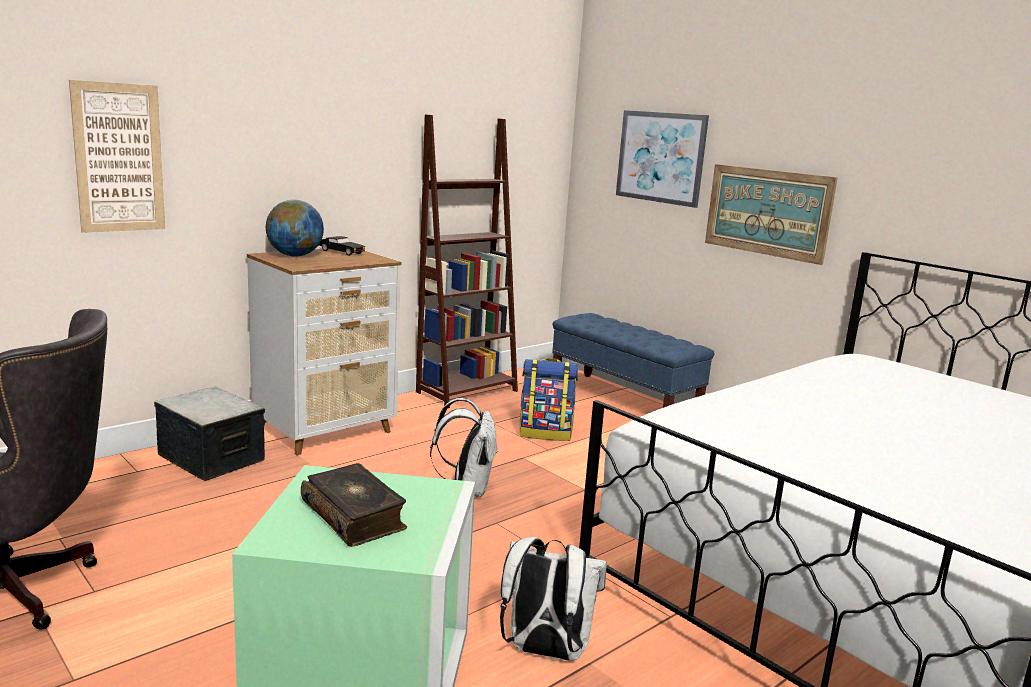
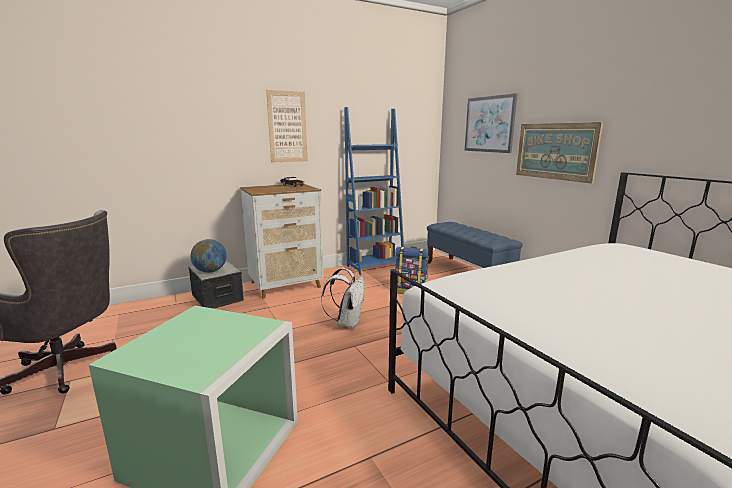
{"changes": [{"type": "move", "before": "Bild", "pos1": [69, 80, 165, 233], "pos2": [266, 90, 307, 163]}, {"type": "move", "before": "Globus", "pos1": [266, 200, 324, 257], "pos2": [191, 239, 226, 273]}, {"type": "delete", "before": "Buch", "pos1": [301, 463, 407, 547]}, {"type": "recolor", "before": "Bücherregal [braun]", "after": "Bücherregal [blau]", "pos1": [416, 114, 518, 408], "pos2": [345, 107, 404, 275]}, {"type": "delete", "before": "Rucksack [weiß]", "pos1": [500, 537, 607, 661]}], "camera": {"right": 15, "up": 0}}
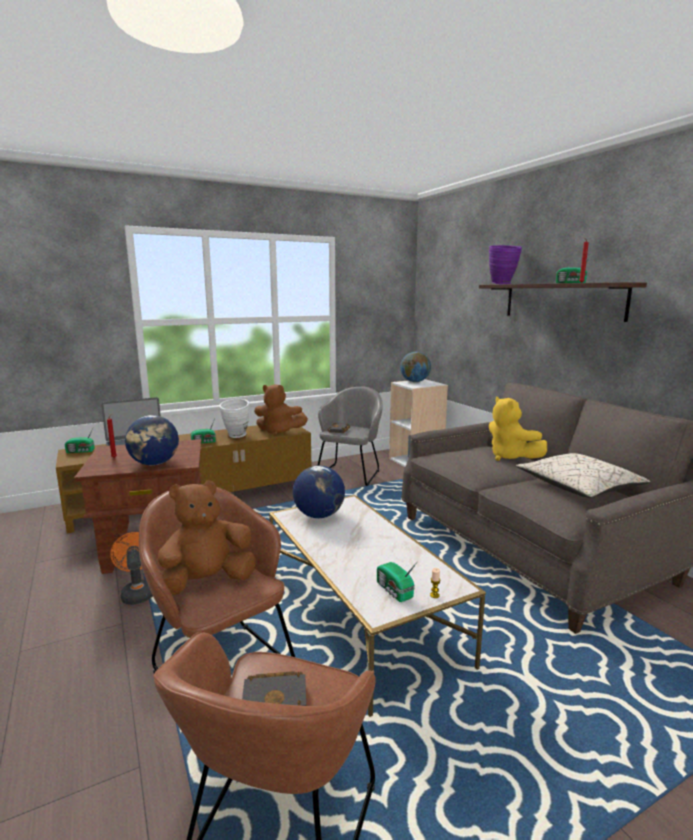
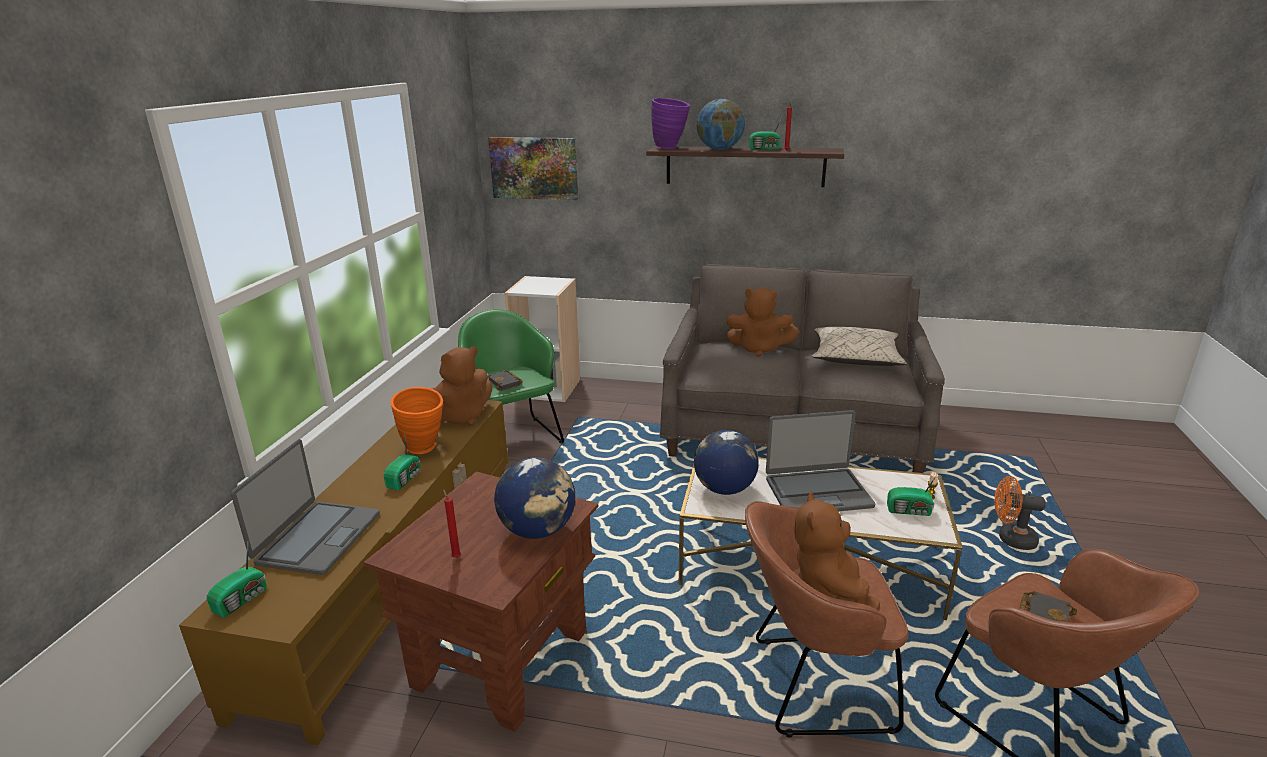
{"changes": [{"type": "move", "before": "Ventilator [orange]", "pos1": [110, 532, 153, 605], "pos2": [995, 476, 1046, 550]}, {"type": "recolor", "before": "Vase [weiß]", "after": "Vase [orange]", "pos1": [219, 399, 249, 438], "pos2": [390, 387, 443, 454]}, {"type": "recolor", "before": "Sessel [grau]", "after": "Sessel [grün]", "pos1": [317, 387, 383, 486], "pos2": [458, 309, 564, 443]}, {"type": "move", "before": "Globus", "pos1": [400, 352, 431, 382], "pos2": [696, 99, 745, 150]}, {"type": "recolor", "before": "Plüschtier [gelb]", "after": "Plüschtier [braun]", "pos1": [489, 397, 547, 461], "pos2": [726, 288, 799, 357]}, {"type": "insert", "after": "Bild", "pos2": [488, 137, 578, 200]}, {"type": "insert", "after": "Laptop", "pos2": [766, 410, 875, 511]}], "camera": {"right": -50, "up": 10}}
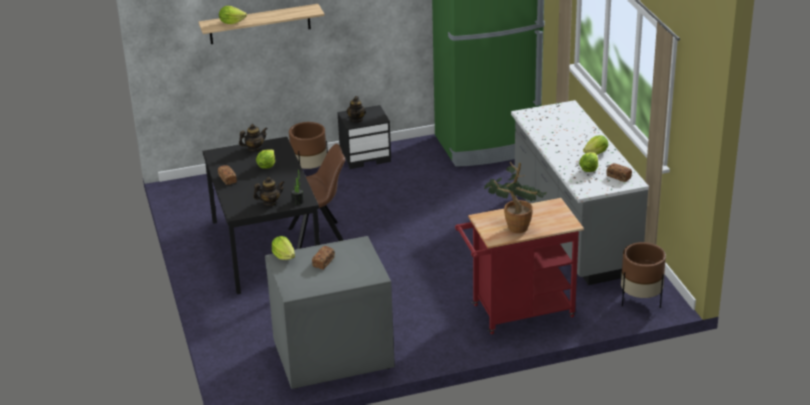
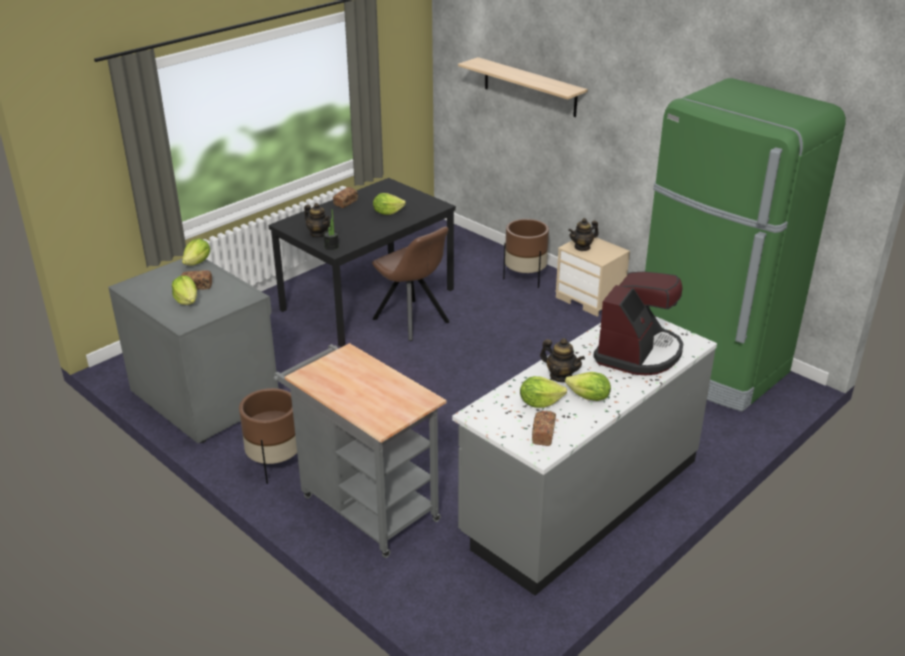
{"changes": [{"type": "move", "before": "Salatkopf", "pos1": [219, 6, 247, 24], "pos2": [172, 275, 197, 305]}, {"type": "move", "before": "Teekanne", "pos1": [239, 124, 268, 152], "pos2": [540, 338, 585, 382]}, {"type": "recolor", "before": "Nachttisch [schwarz]", "after": "Nachttisch [beige]", "pos1": [337, 105, 391, 169], "pos2": [556, 237, 630, 317]}, {"type": "recolor", "before": "Rollwagen [rot]", "after": "Rollwagen [grau]", "pos1": [455, 198, 584, 334], "pos2": [273, 343, 447, 558]}, {"type": "delete", "before": "Topfpflanze", "pos1": [484, 162, 547, 233]}, {"type": "move", "before": "Pflanzkübel [braun]", "pos1": [621, 242, 666, 308], "pos2": [239, 388, 297, 484]}, {"type": "insert", "after": "Kaffeemaschine", "pos2": [593, 271, 684, 375]}], "camera": {"right": 60, "up": 0}}
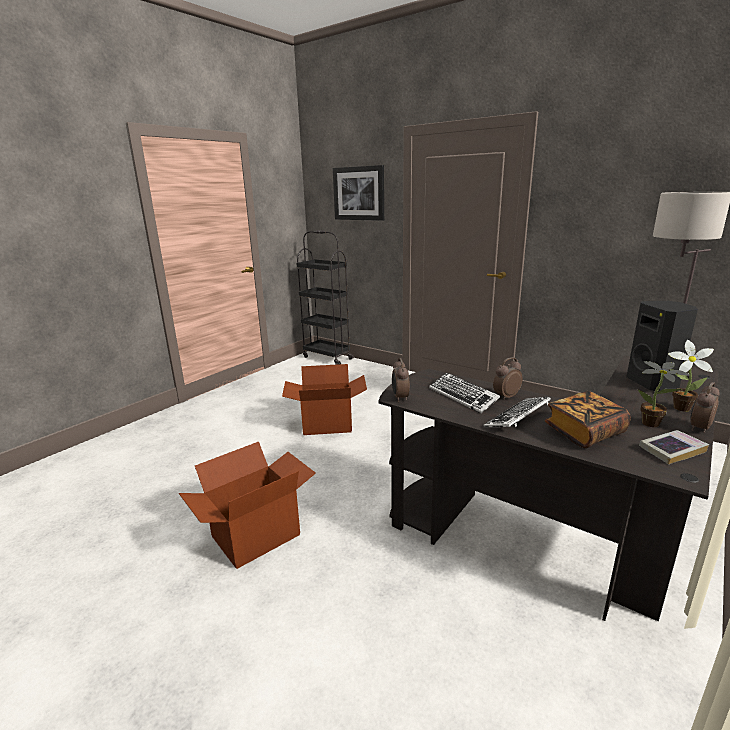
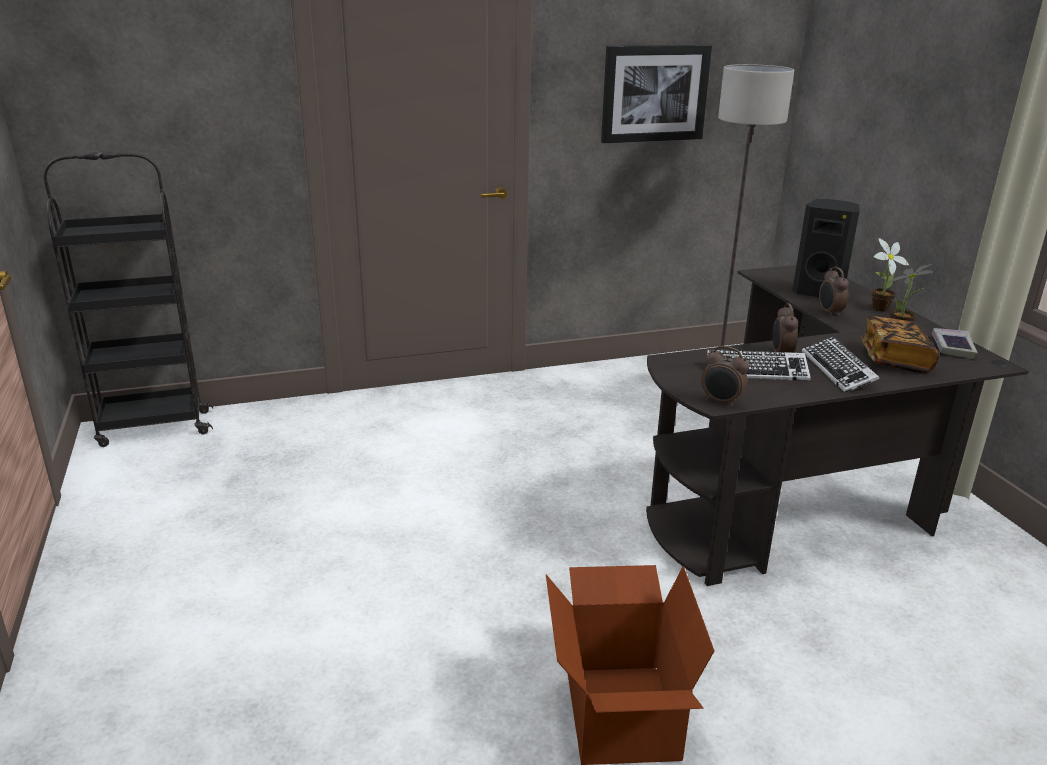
{"changes": [{"type": "delete", "before": "Karton", "pos1": [282, 364, 367, 435]}, {"type": "move", "before": "Bild", "pos1": [333, 165, 384, 221], "pos2": [601, 45, 712, 143]}, {"type": "move", "before": "Wecker", "pos1": [690, 382, 720, 433], "pos2": [819, 267, 849, 317]}], "camera": {"right": -55, "up": 5}}
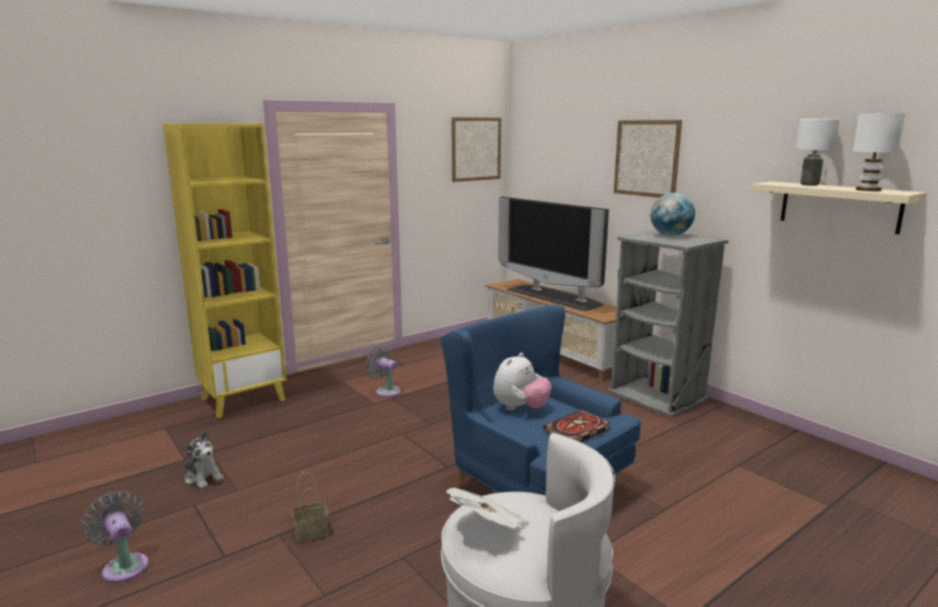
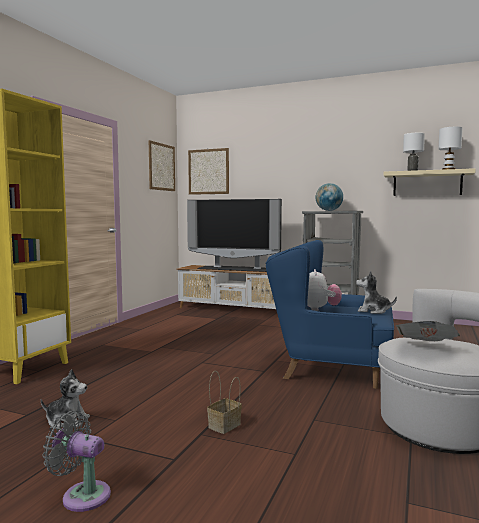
{"changes": [{"type": "delete", "before": "Ventilator [grau]", "pos1": [366, 346, 401, 397]}, {"type": "replace", "before": "Buch", "after": "Plüschtier", "pos1": [543, 410, 611, 442], "pos2": [356, 271, 397, 314]}, {"type": "move", "before": "Bild", "pos1": [614, 118, 682, 198], "pos2": [188, 148, 229, 195]}], "camera": {"right": -30, "up": -10}}
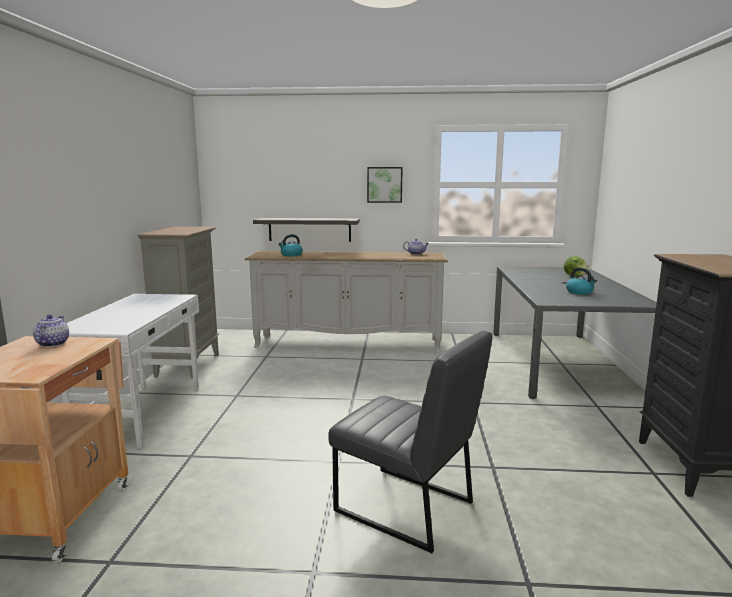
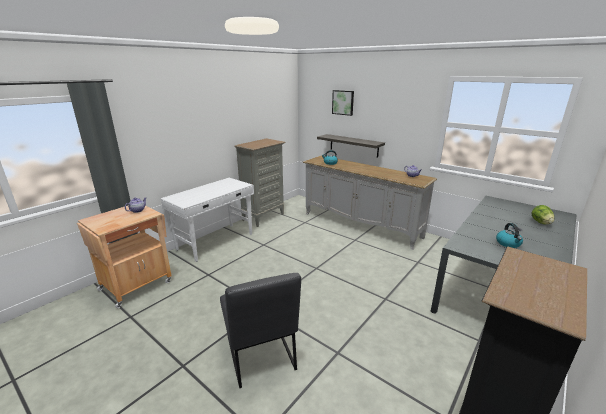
{"changes": [{"type": "move", "before": "Bild", "pos1": [367, 167, 403, 203], "pos2": [332, 90, 354, 116]}], "camera": {"right": 35, "up": 10}}
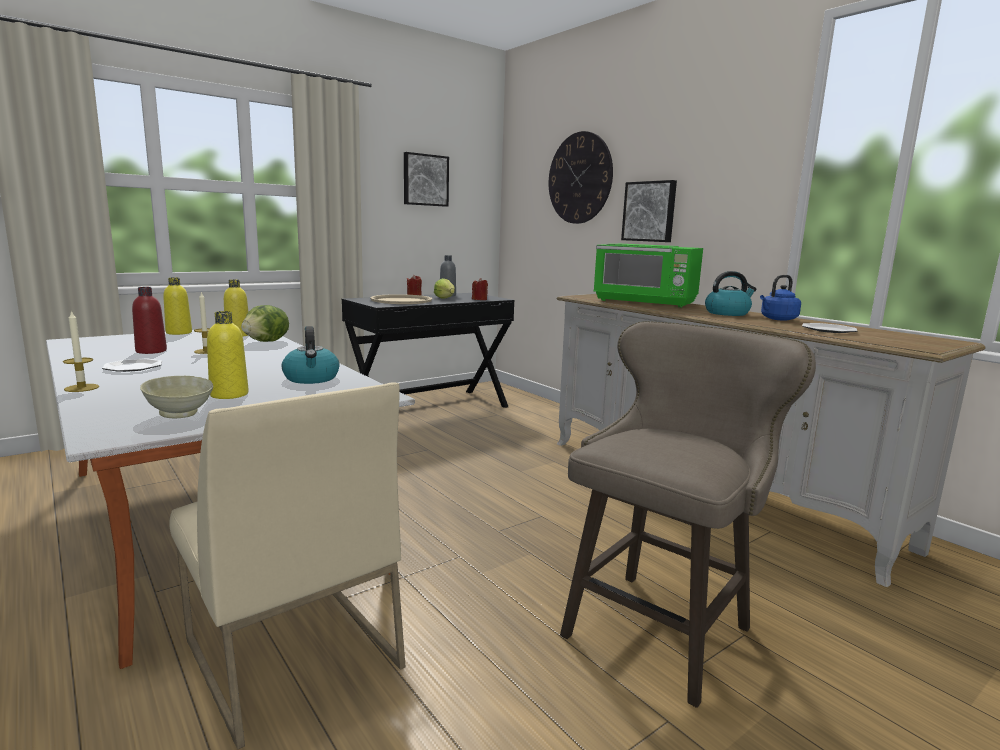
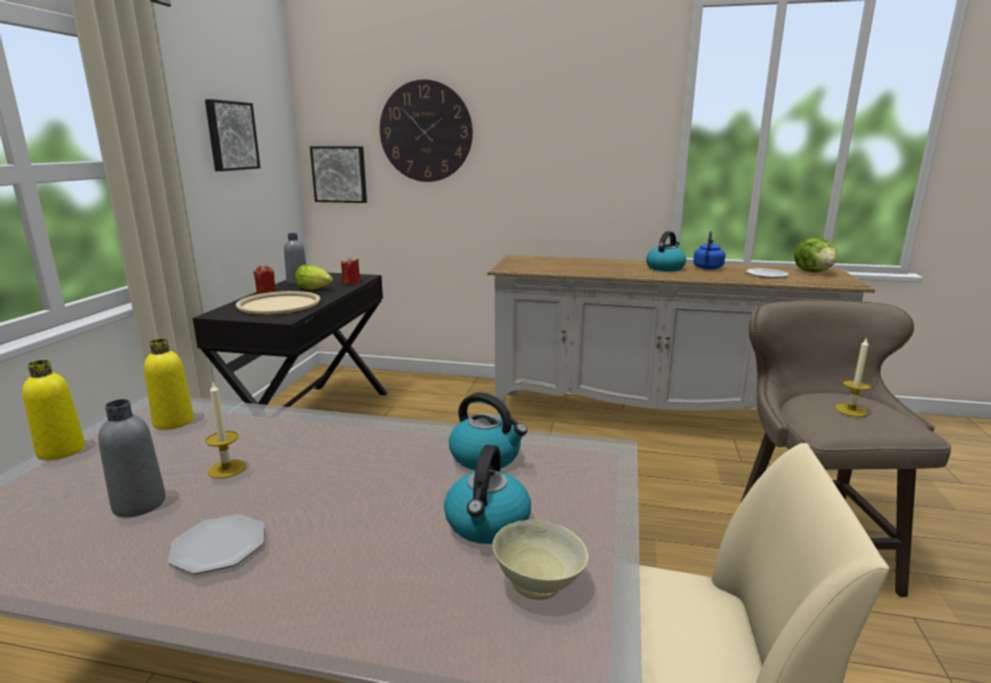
{"changes": [{"type": "move", "before": "Kerze", "pos1": [63, 310, 99, 392], "pos2": [835, 337, 871, 417]}, {"type": "recolor", "before": "Flasche [rot]", "after": "Flasche [grau]", "pos1": [132, 287, 167, 354], "pos2": [98, 399, 166, 517]}, {"type": "replace", "before": "Flasche [gelb]", "after": "Wasserkessel", "pos1": [207, 311, 249, 399], "pos2": [444, 444, 531, 544]}, {"type": "move", "before": "Salatkopf", "pos1": [241, 305, 289, 342], "pos2": [794, 238, 837, 273]}, {"type": "delete", "before": "Mikrowelle [grün]", "pos1": [594, 244, 703, 307]}, {"type": "move", "before": "Bild", "pos1": [621, 180, 677, 242], "pos2": [310, 146, 367, 203]}], "camera": {"right": -40, "up": 5}}
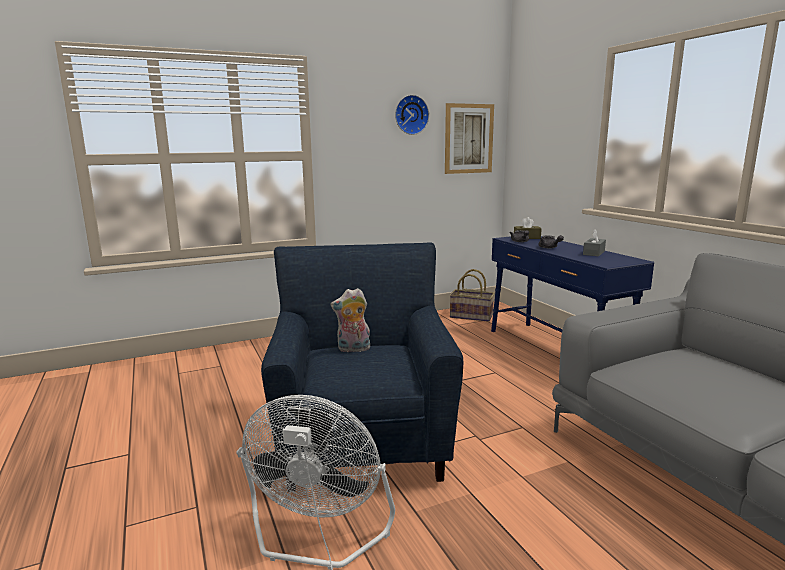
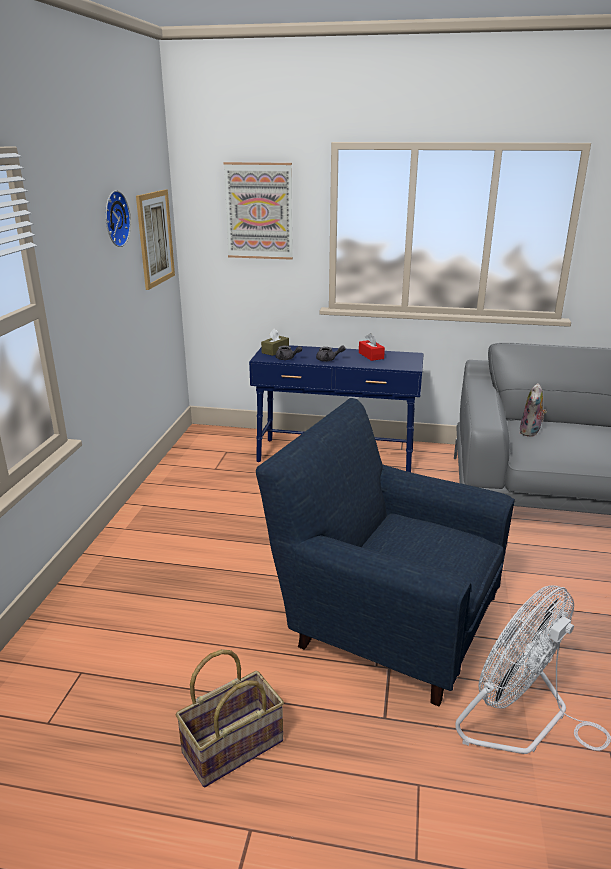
{"changes": [{"type": "move", "before": "Plüschtier", "pos1": [331, 288, 370, 352], "pos2": [519, 383, 547, 437]}, {"type": "move", "before": "Korb", "pos1": [450, 269, 494, 322], "pos2": [176, 649, 284, 787]}, {"type": "recolor", "before": "Taschentuchbox [grau]", "after": "Taschentuchbox [rot]", "pos1": [583, 229, 606, 257], "pos2": [359, 333, 385, 361]}, {"type": "insert", "after": "Bild", "pos2": [223, 162, 293, 260]}], "camera": {"right": -55, "up": 10}}
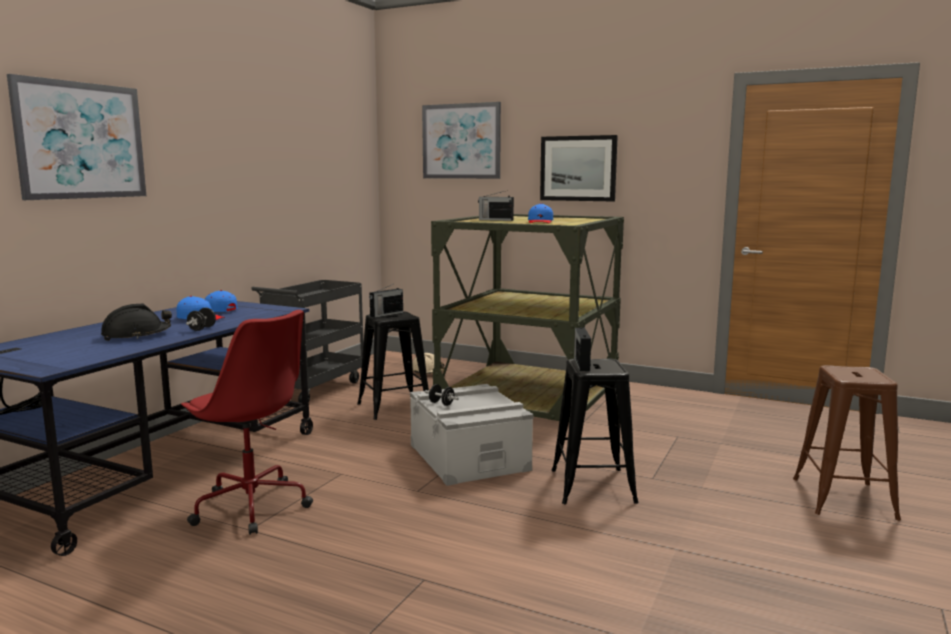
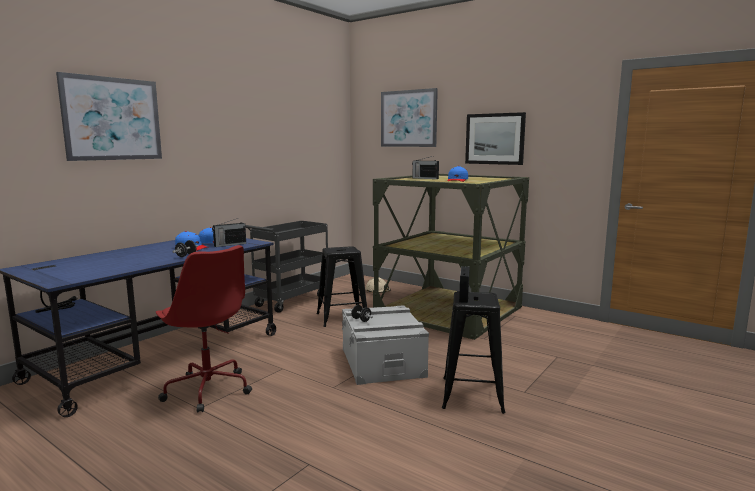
{"changes": [{"type": "delete", "before": "Schutzhelm [schwarz]", "pos1": [101, 304, 172, 341]}, {"type": "move", "before": "Radio", "pos1": [369, 284, 403, 318], "pos2": [212, 218, 246, 247]}, {"type": "delete", "before": "Hocker [braun]", "pos1": [793, 365, 901, 521]}], "camera": {"right": 10, "up": 0}}
